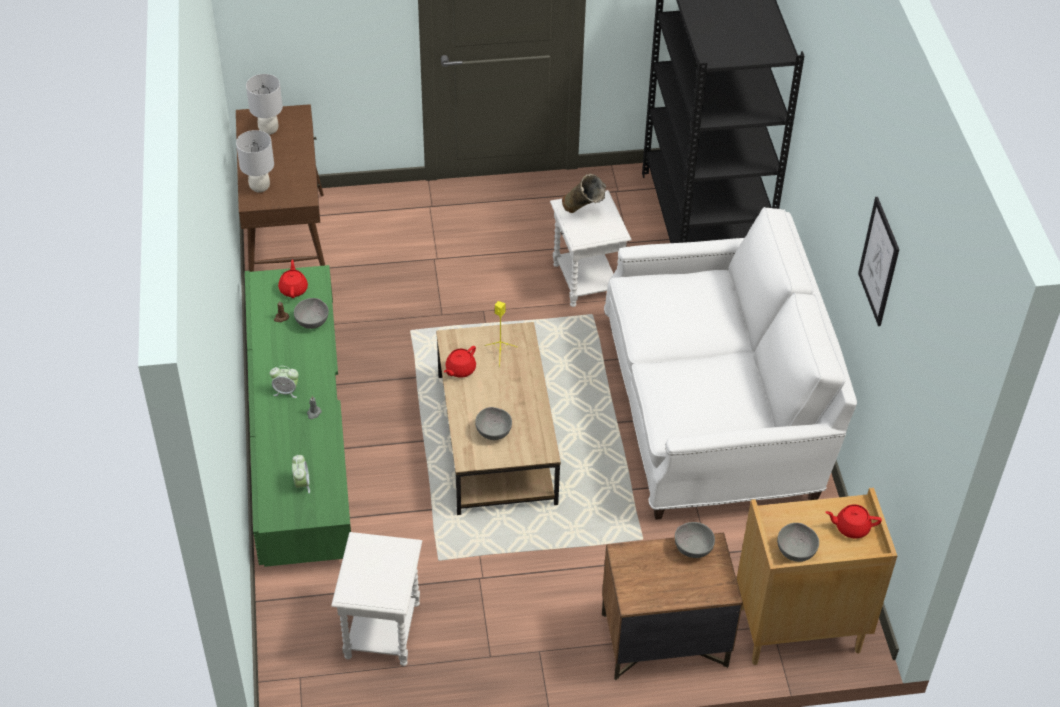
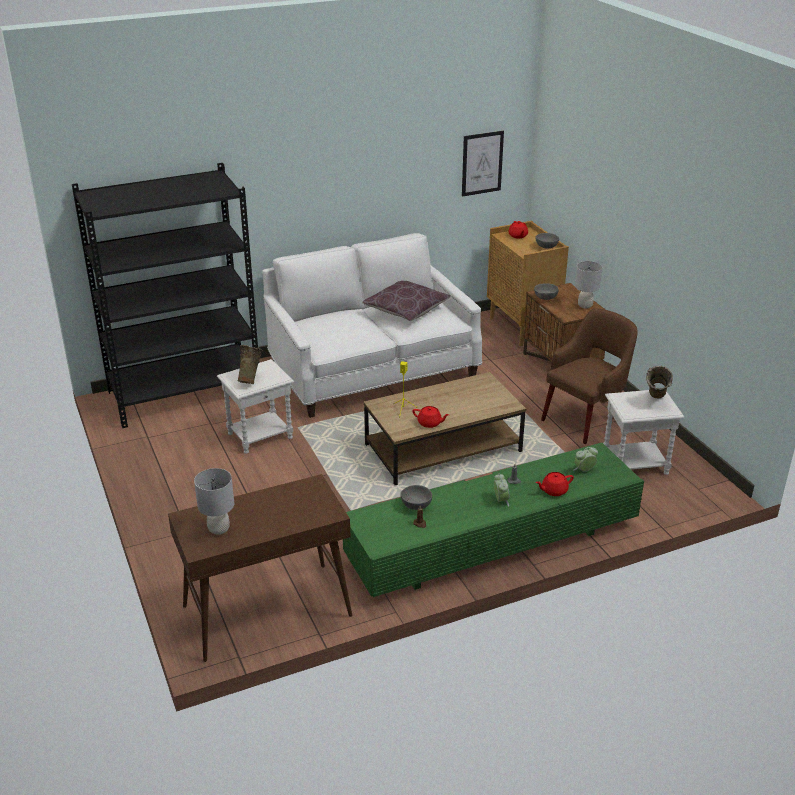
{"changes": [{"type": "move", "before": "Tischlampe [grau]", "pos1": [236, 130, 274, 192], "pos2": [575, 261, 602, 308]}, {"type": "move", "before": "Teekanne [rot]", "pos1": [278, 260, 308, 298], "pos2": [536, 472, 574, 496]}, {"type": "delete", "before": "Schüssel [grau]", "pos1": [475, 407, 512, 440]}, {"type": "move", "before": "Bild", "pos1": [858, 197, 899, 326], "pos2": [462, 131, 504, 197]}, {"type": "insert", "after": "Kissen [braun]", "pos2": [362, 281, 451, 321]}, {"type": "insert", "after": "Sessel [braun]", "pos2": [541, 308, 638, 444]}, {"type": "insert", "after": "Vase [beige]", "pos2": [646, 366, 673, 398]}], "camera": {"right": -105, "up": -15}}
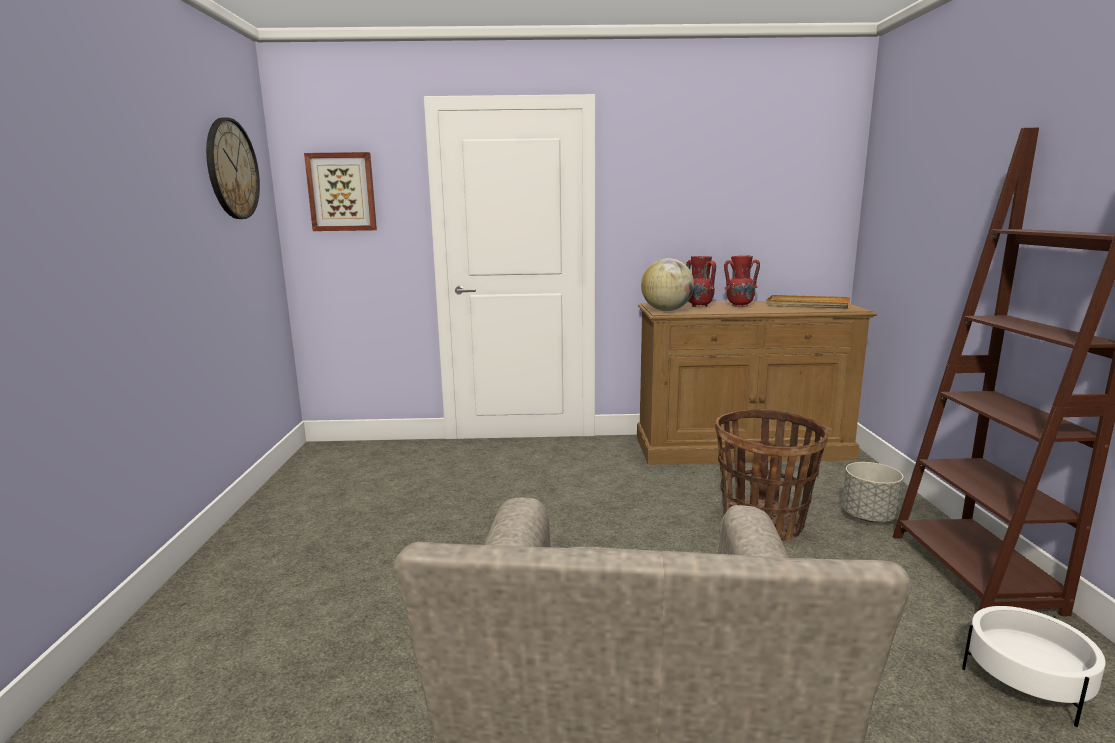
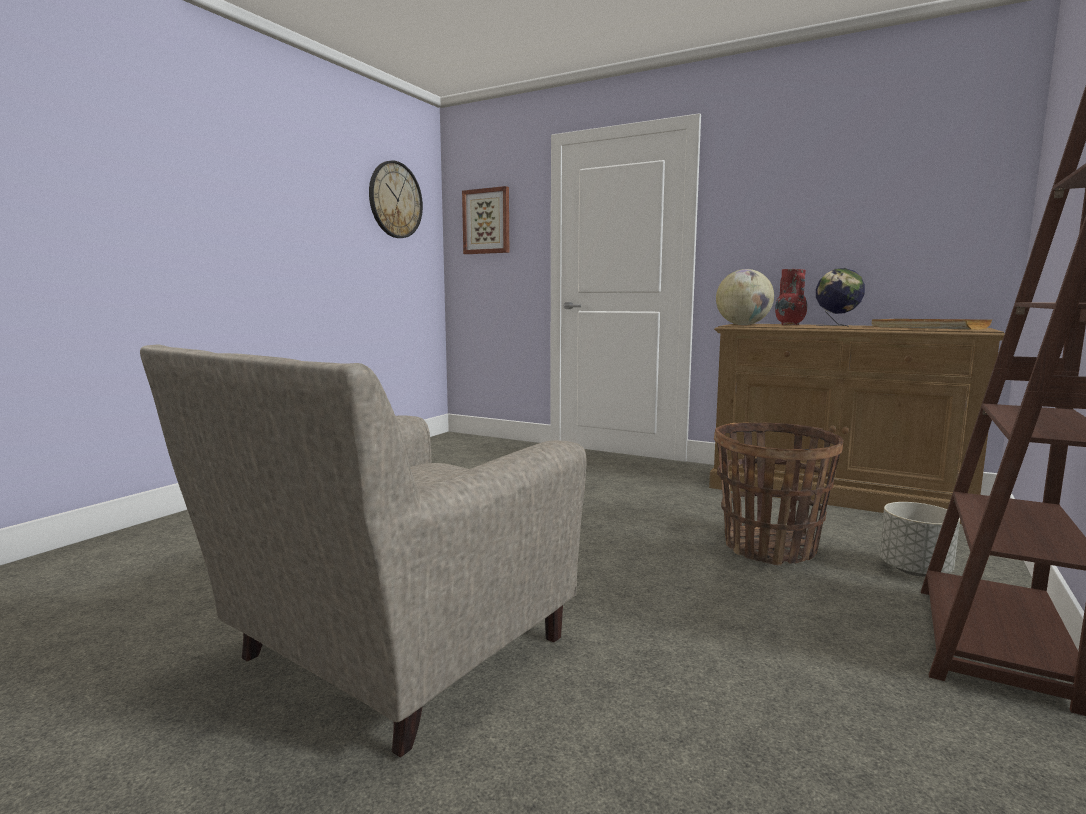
{"changes": [{"type": "replace", "before": "Vase [rot]", "after": "Globus", "pos1": [724, 256, 760, 307], "pos2": [816, 268, 865, 326]}, {"type": "delete", "before": "Pflanzkübel [weiß]", "pos1": [962, 606, 1106, 727]}], "camera": {"right": 30, "up": -5}}
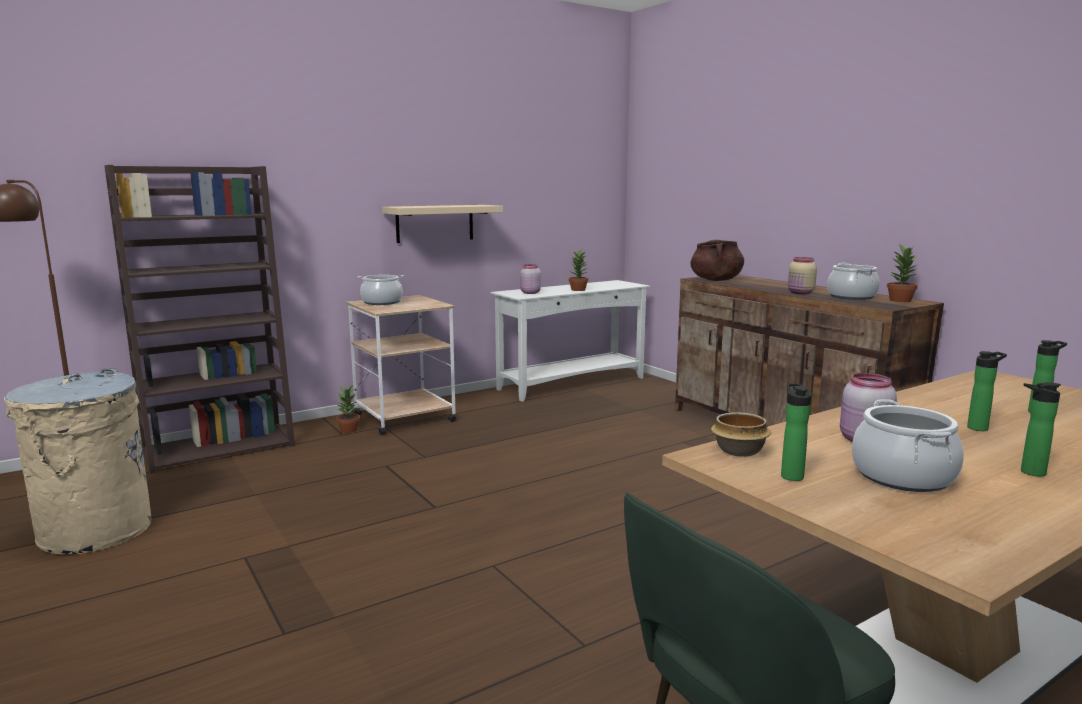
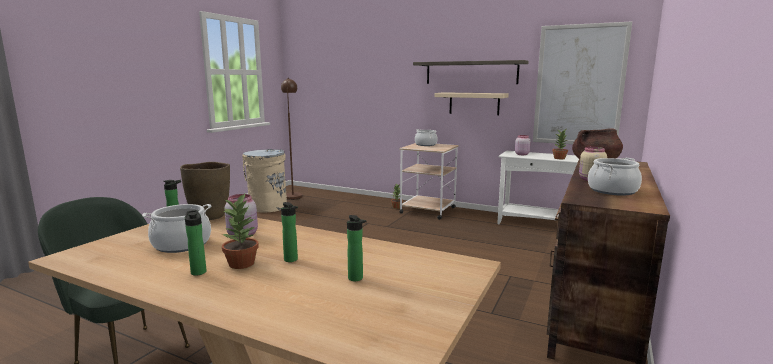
{"changes": [{"type": "delete", "before": "Bücherregal [braun]", "pos1": [105, 165, 295, 474]}, {"type": "replace", "before": "Schüssel", "after": "Vase [braun]", "pos1": [711, 412, 771, 457], "pos2": [180, 162, 230, 220]}, {"type": "move", "before": "Topfpflanze", "pos1": [887, 244, 918, 302], "pos2": [221, 192, 259, 269]}, {"type": "insert", "after": "Wandregal", "pos2": [413, 60, 529, 84]}, {"type": "insert", "after": "Bild", "pos2": [533, 21, 632, 144]}], "camera": {"right": 60, "up": 0}}
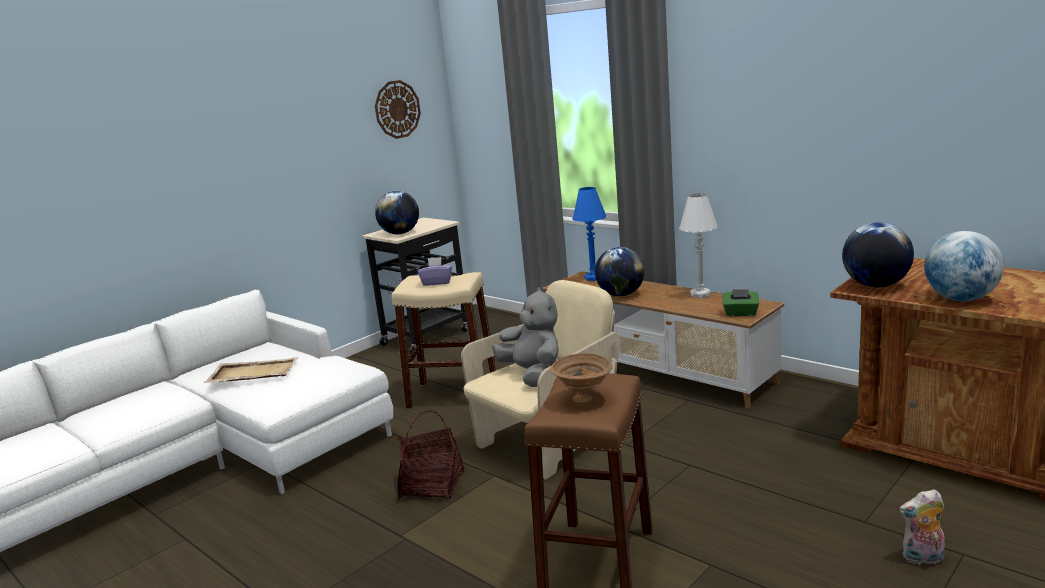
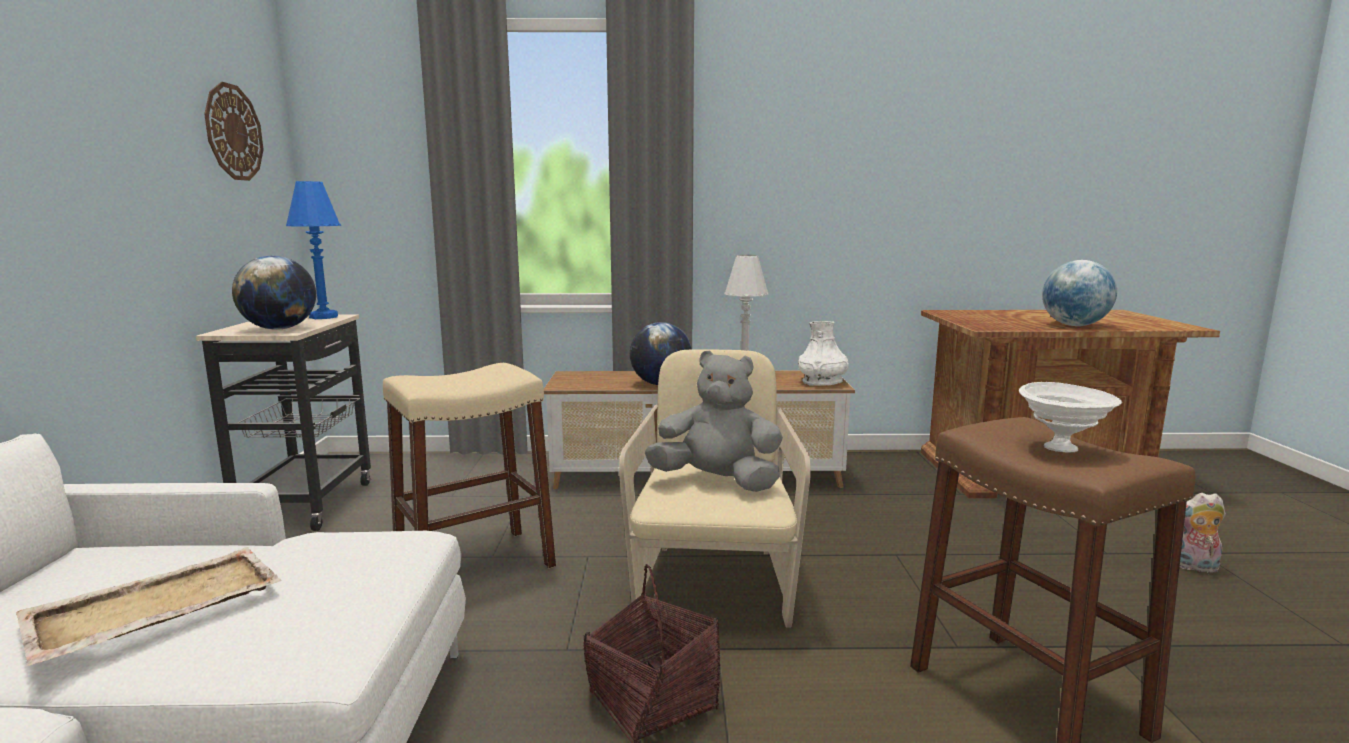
{"changes": [{"type": "delete", "before": "Taschentuchbox [lila]", "pos1": [418, 257, 452, 286]}, {"type": "recolor", "before": "Schüssel [braun]", "after": "Schüssel [weiß]", "pos1": [550, 353, 613, 404], "pos2": [1019, 382, 1122, 453]}, {"type": "move", "before": "Tischlampe [blau]", "pos1": [572, 187, 606, 281], "pos2": [286, 181, 341, 319]}, {"type": "replace", "before": "Taschentuchbox [grün]", "after": "Vase [weiß]", "pos1": [722, 289, 759, 316], "pos2": [798, 321, 849, 386]}, {"type": "delete", "before": "Globus", "pos1": [842, 222, 914, 287]}, {"type": "rotate", "before": "Plüschtier", "pos1": [899, 489, 945, 565], "pos2": [1180, 493, 1226, 573], "turn": 60}], "camera": {"right": -45, "up": -5}}
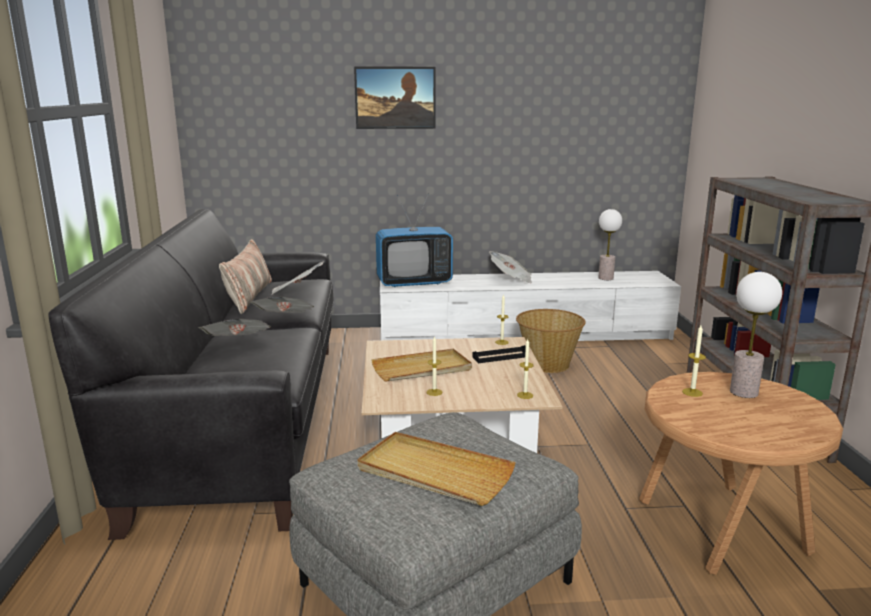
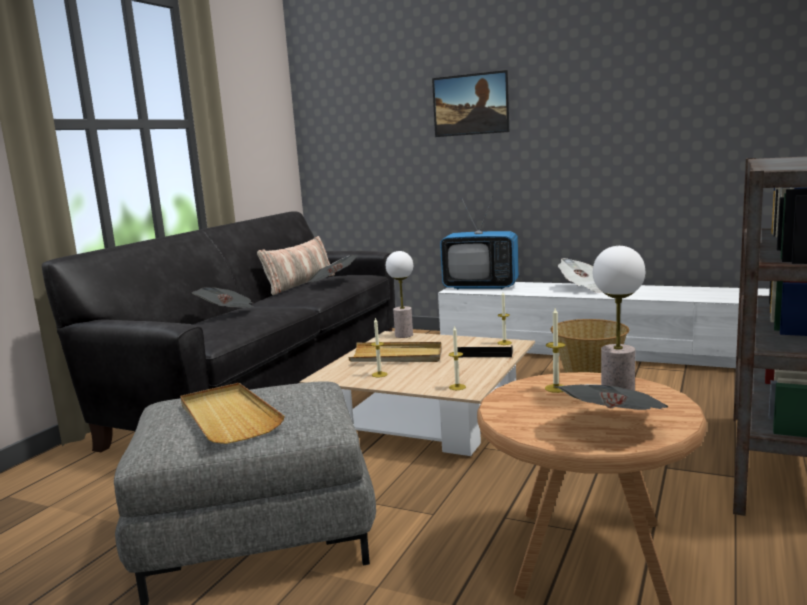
{"changes": [{"type": "move", "before": "Zeitung", "pos1": [249, 297, 314, 313], "pos2": [553, 384, 669, 410]}, {"type": "move", "before": "Tischlampe", "pos1": [598, 209, 622, 280], "pos2": [386, 251, 413, 338]}], "camera": {"right": 30, "up": -5}}
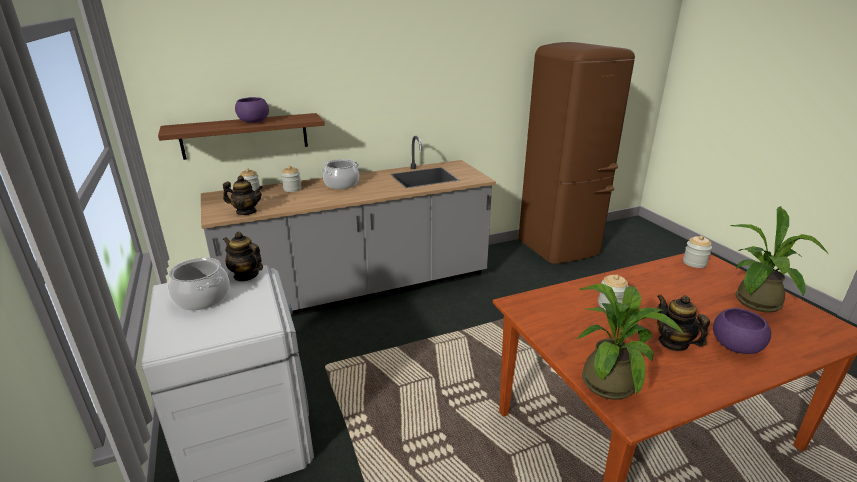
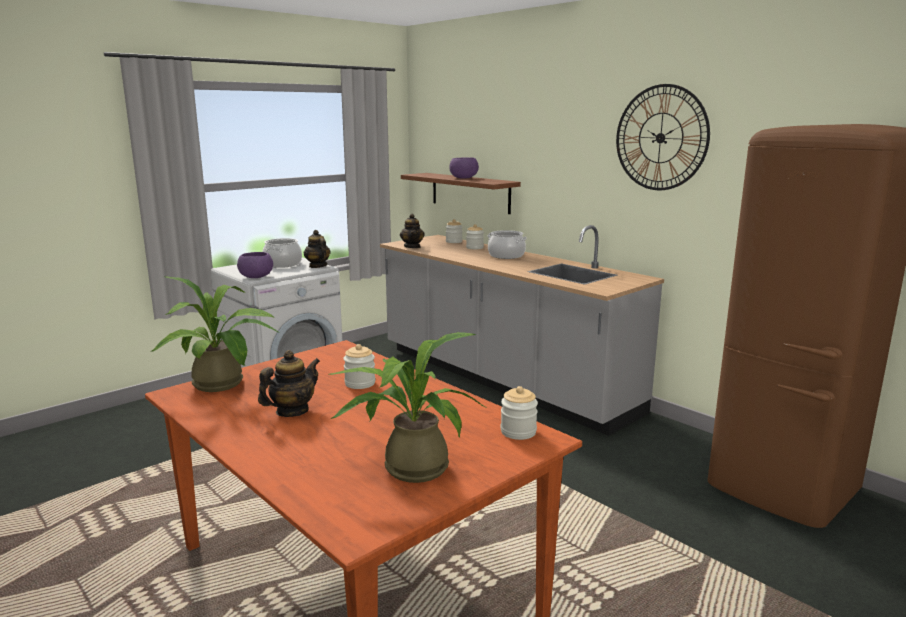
{"changes": [{"type": "rotate", "before": "Teekanne", "pos1": [223, 231, 263, 281], "pos2": [304, 230, 331, 268], "turn": -45}, {"type": "move", "before": "Schüssel [lila]", "pos1": [713, 308, 771, 354], "pos2": [237, 252, 273, 278]}, {"type": "insert", "after": "Wanduhr", "pos2": [616, 84, 710, 190]}], "camera": {"right": 70, "up": -10}}
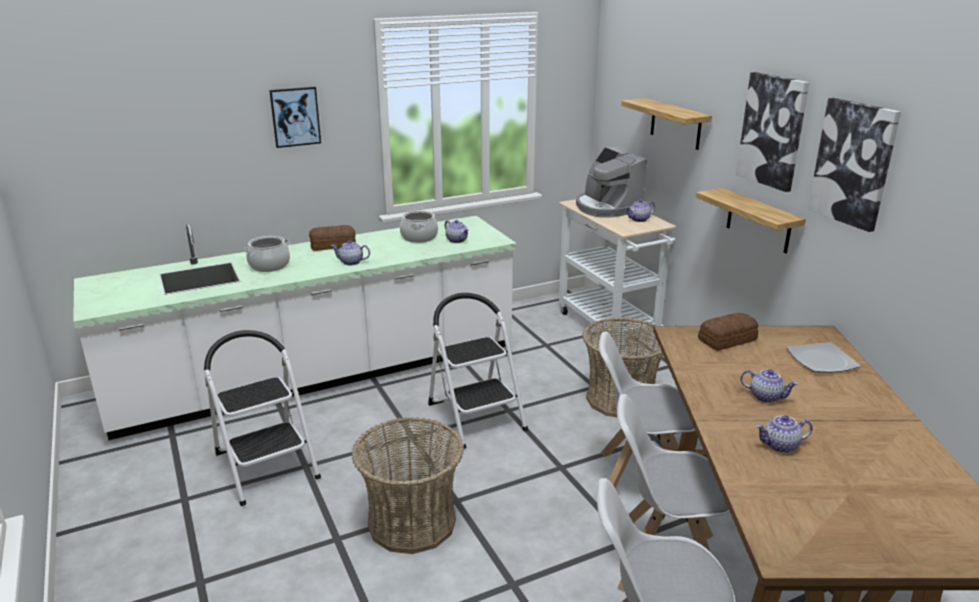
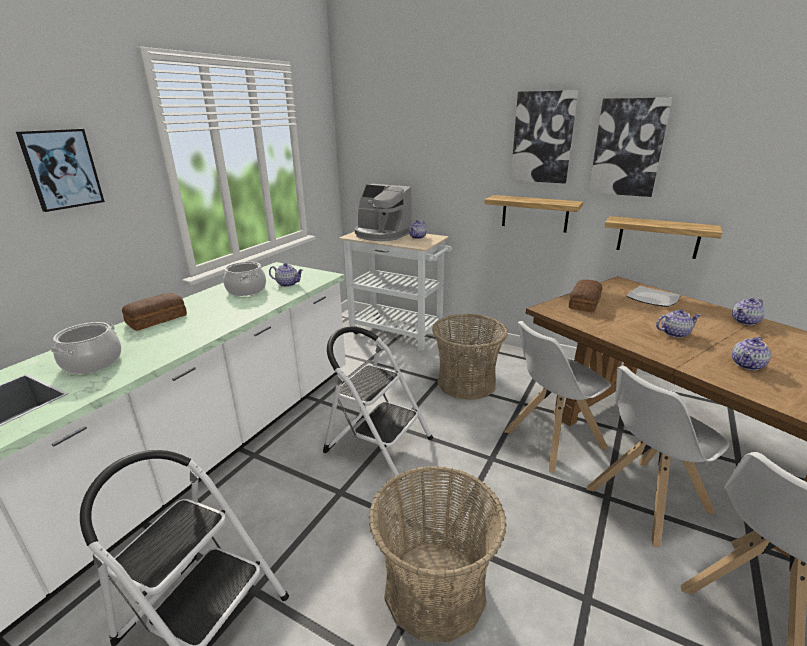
{"changes": [{"type": "move", "before": "Teekanne", "pos1": [331, 240, 370, 266], "pos2": [732, 298, 765, 325]}, {"type": "move", "before": "Wandregal", "pos1": [621, 98, 712, 150], "pos2": [605, 216, 722, 259]}], "camera": {"right": -35, "up": 0}}
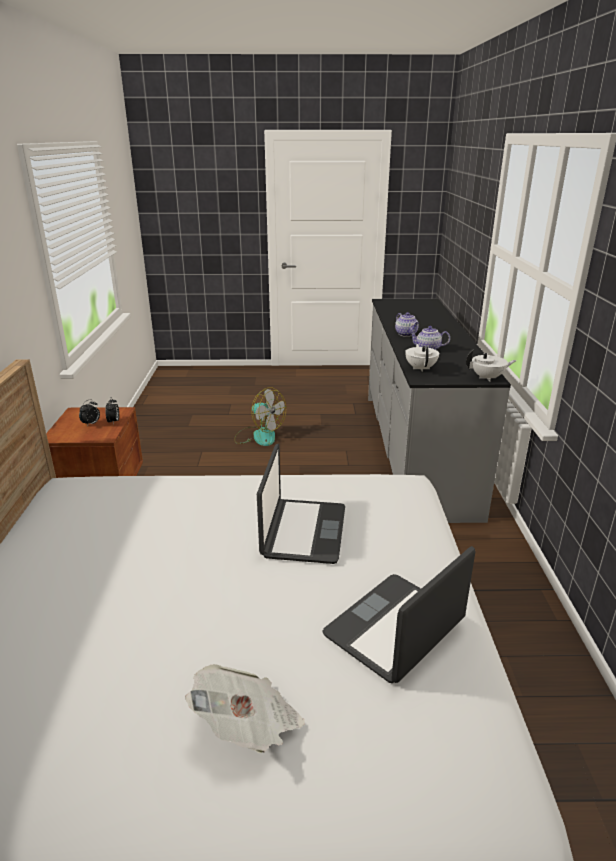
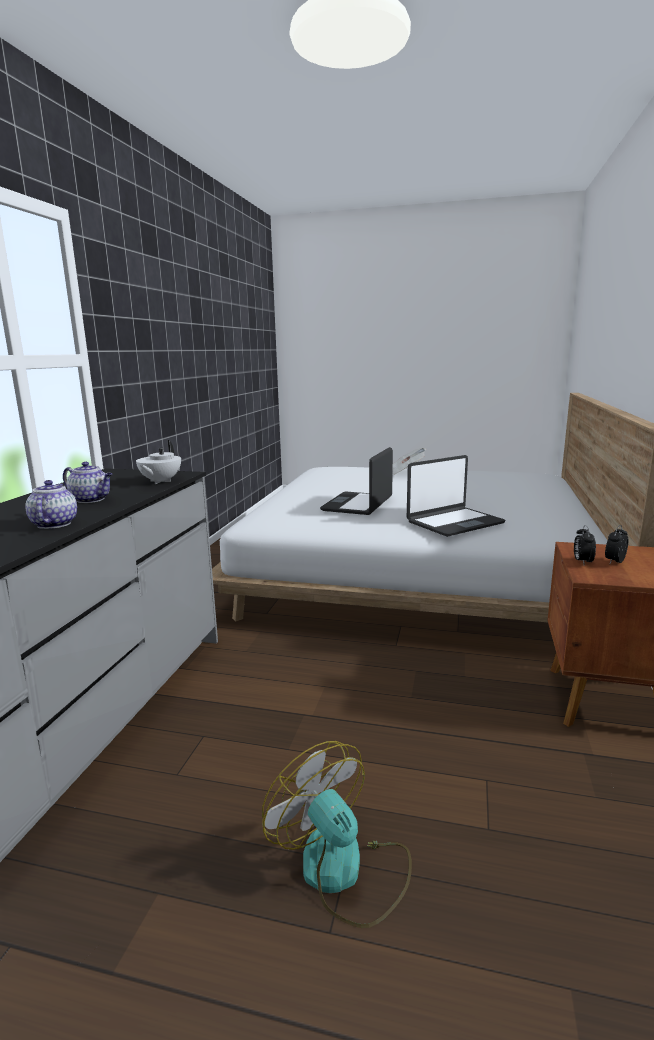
{"changes": [{"type": "move", "before": "Laptop", "pos1": [322, 546, 476, 683], "pos2": [407, 455, 505, 537]}, {"type": "delete", "before": "Teekanne [weiß]", "pos1": [466, 349, 517, 381]}], "camera": {"right": -165, "up": -10}}
